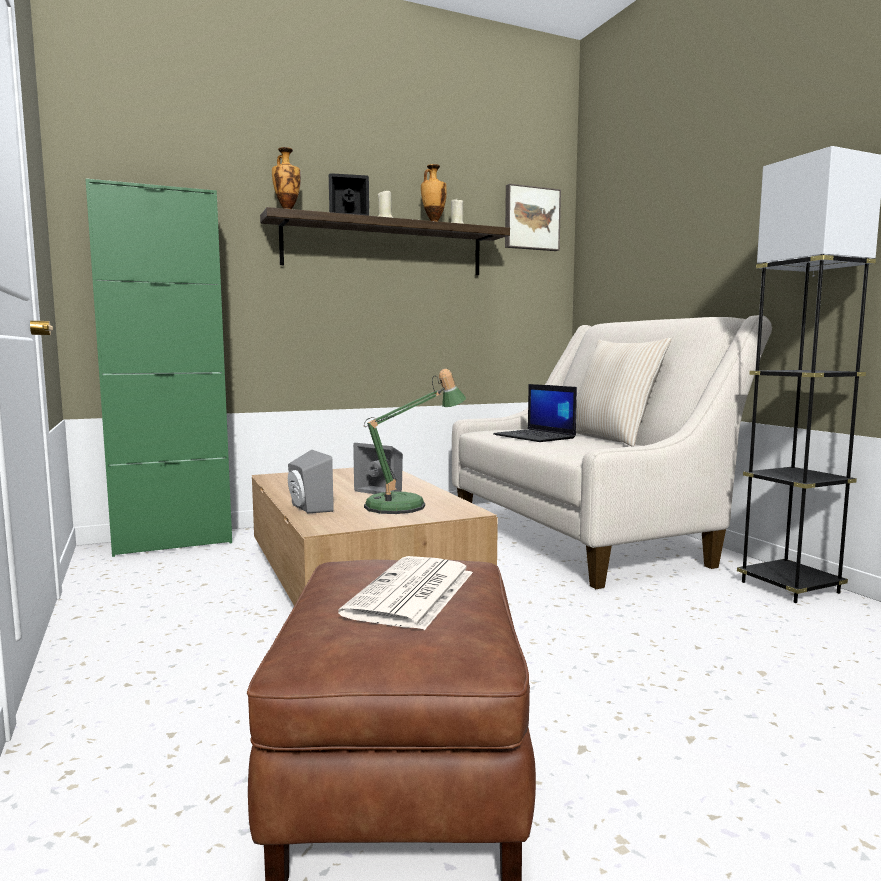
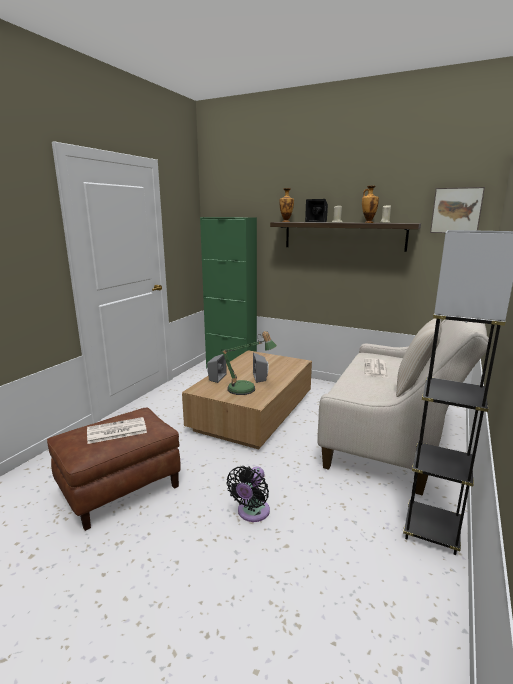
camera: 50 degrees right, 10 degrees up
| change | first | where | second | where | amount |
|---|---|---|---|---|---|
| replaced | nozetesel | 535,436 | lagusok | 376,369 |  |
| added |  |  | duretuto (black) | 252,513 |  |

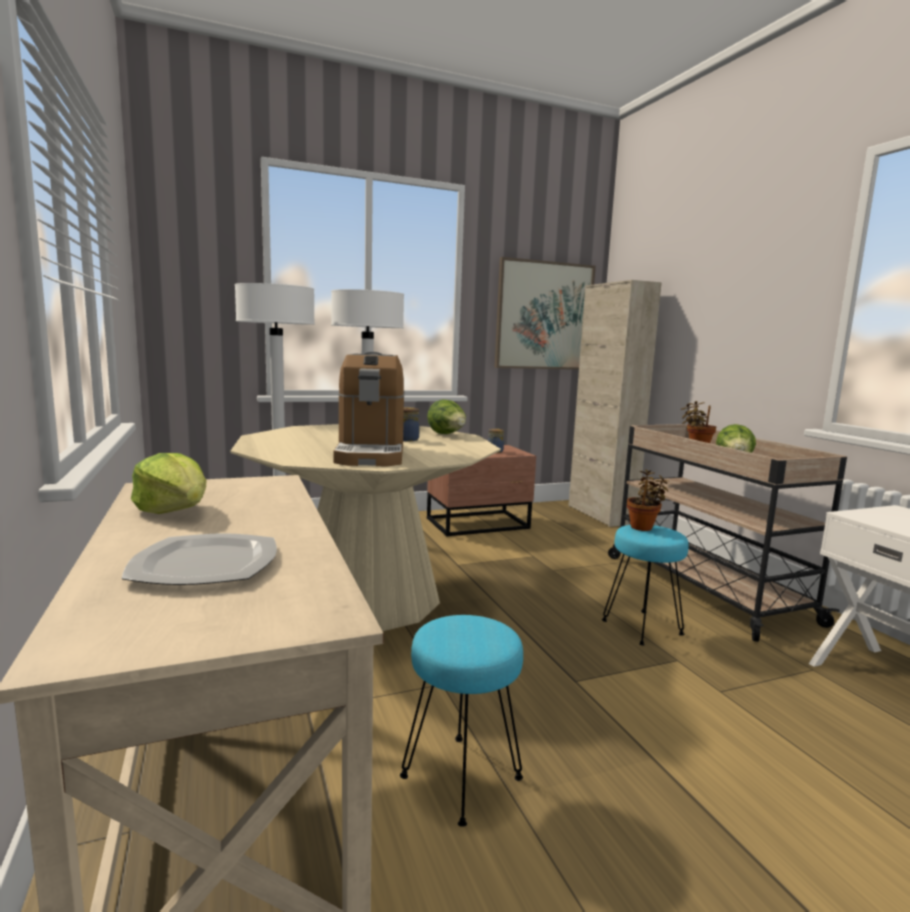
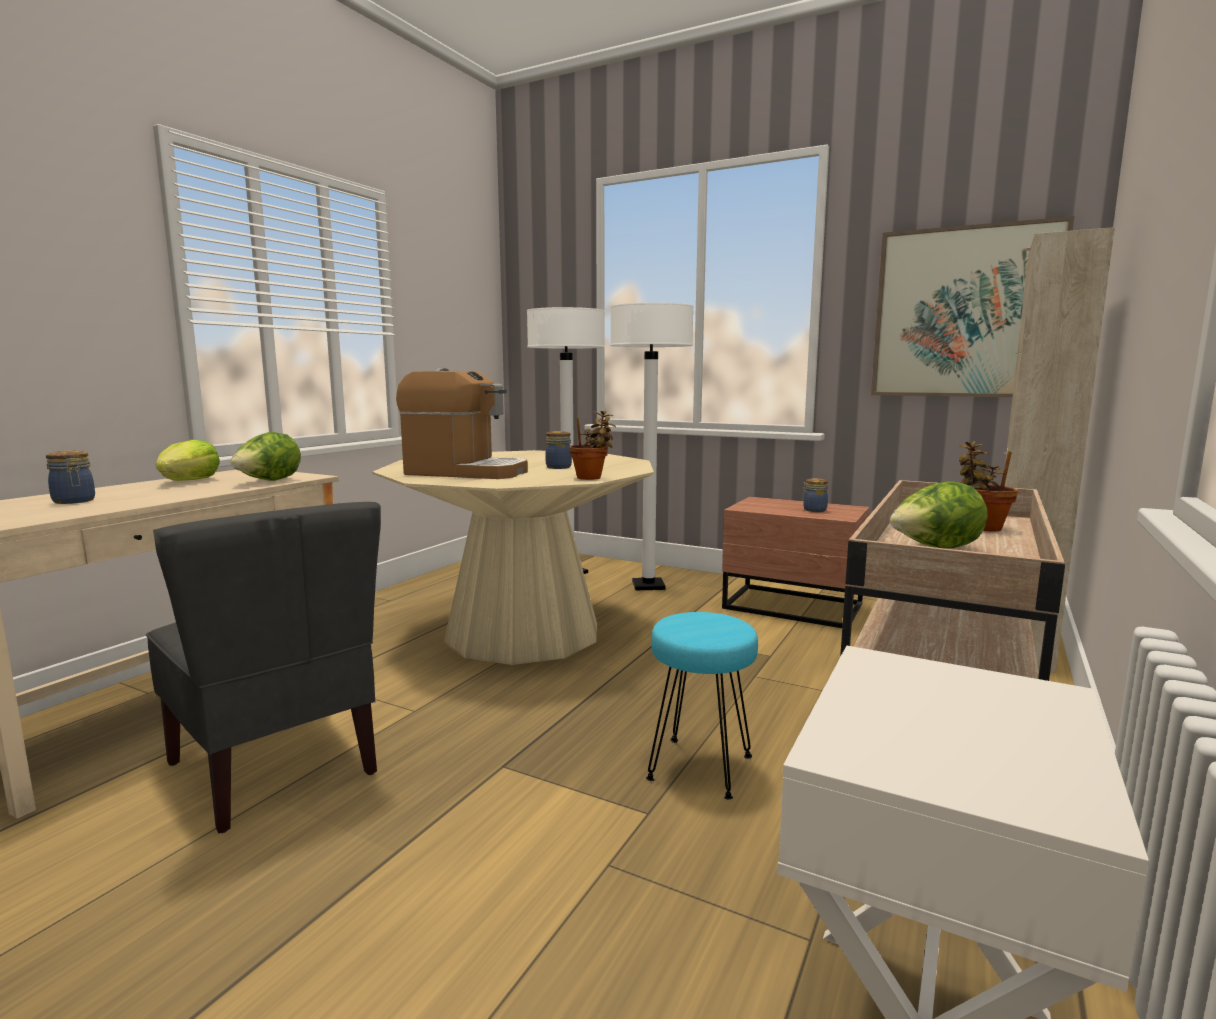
camera: 50 degrees right, 0 degrees up
| change | first | where | second | where | amount |
|---|---|---|---|---|---|
| turned | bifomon | 371,454 |  | 466,472 | 120 degrees counterclockwise |
| moved | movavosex | 447,435 |  | 268,481 |  |
| moved | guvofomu | 643,527 |  | 591,478 |  |
| replaced | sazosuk | 207,564 | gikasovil | 74,501 |  |
| replaced | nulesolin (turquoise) | 462,779 | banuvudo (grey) | 276,767 |  |

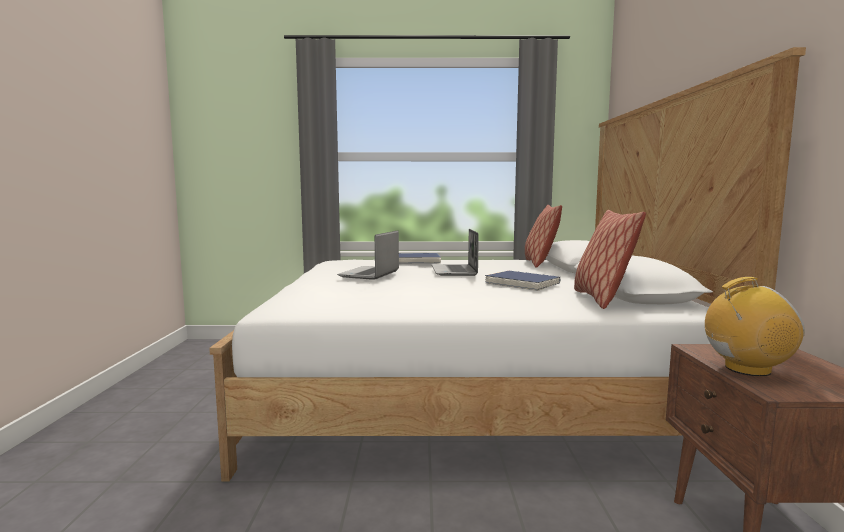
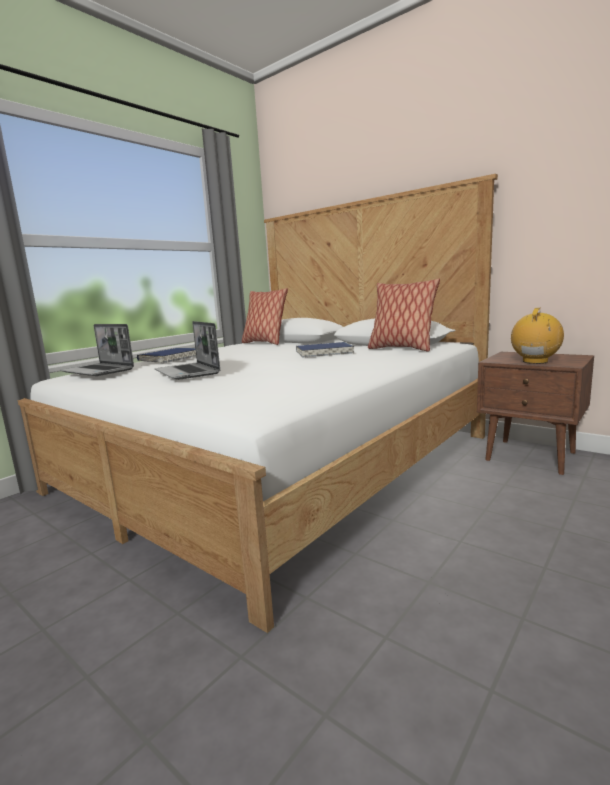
camera: 50 degrees left, 5 degrees up
| change | first | where | second | where | amount |
|---|---|---|---|---|---|
| moved | nozetesel | 455,271 |  | 99,371 |  |

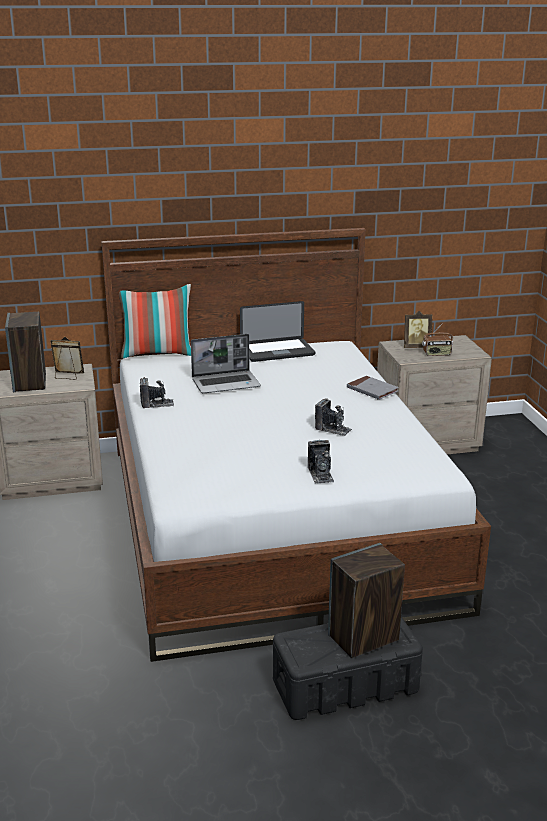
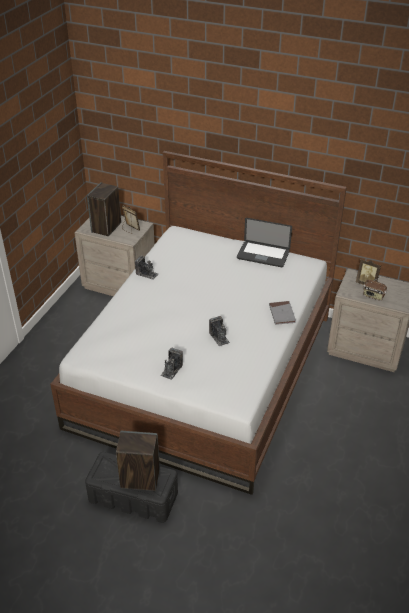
camera: 35 degrees right, 15 degrees up
| change | first | where | second | where | amount |
|---|---|---|---|---|---|
| removed | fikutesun | 157,353 |  |  |  |
| removed | nozetesel | 226,383 |  |  |  |

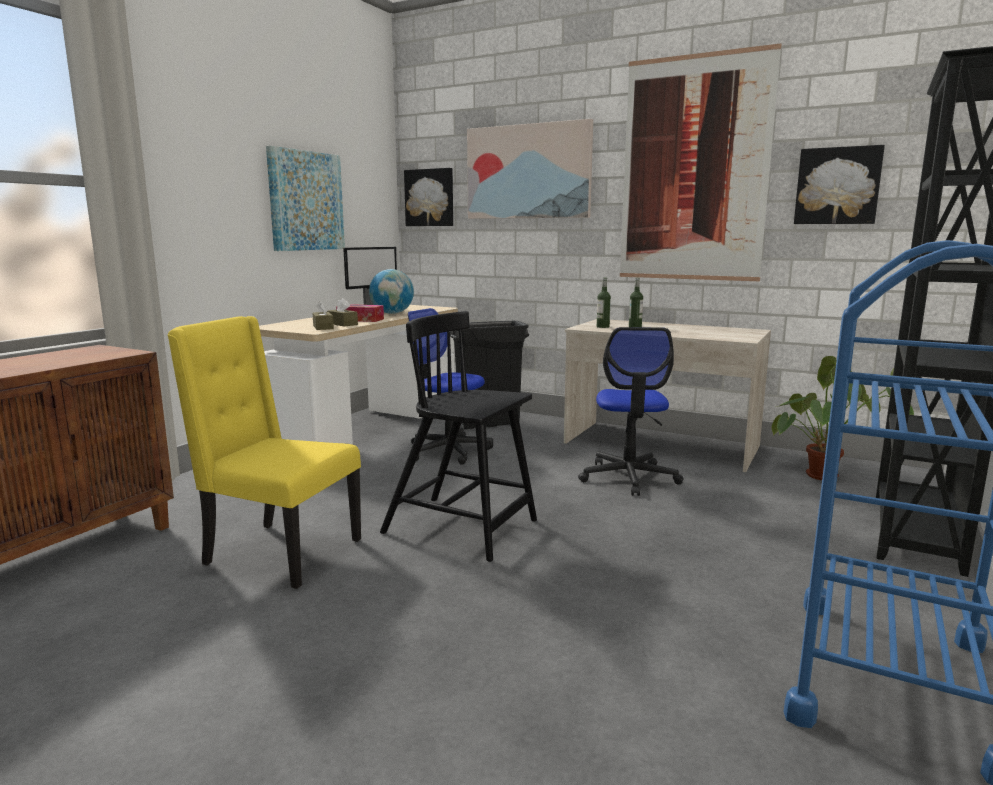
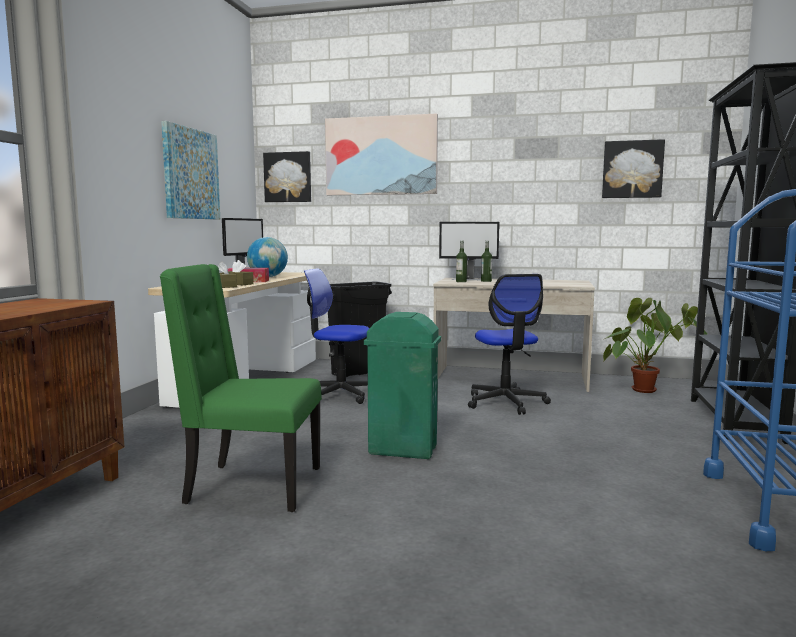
camera: 15 degrees left, 5 degrees down
| change | first | where | second | where | amount |
|---|---|---|---|---|---|
| removed | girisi | 693,170 |  |  |  |
| replaced | banuvudo (black) | 462,527 | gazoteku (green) | 402,450 |  |
| recoloured | banuvudo (yellow) | 279,553 | banuvudo (green) | 251,486 |  |
| added |  |  | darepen | 468,279 |  |

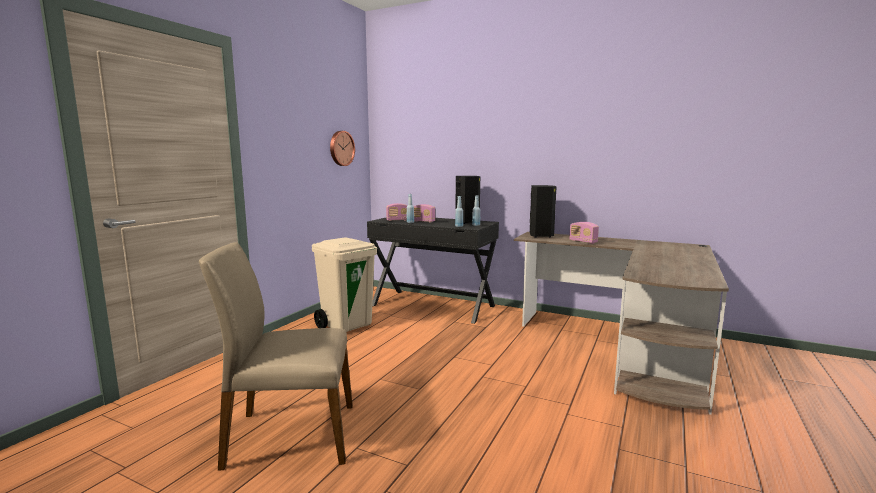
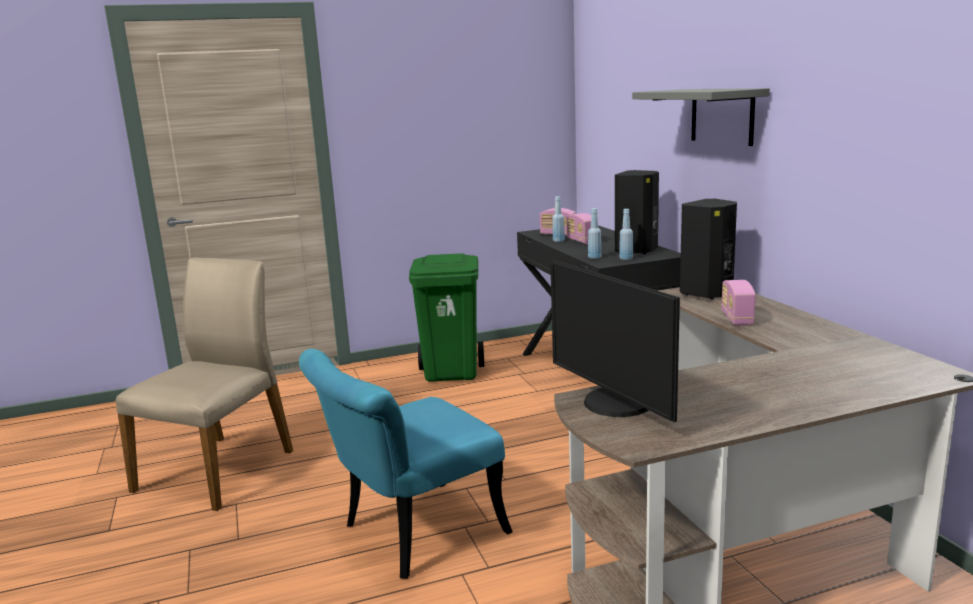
camera: 45 degrees right, 5 degrees up
| change | first | where | second | where | amount |
|---|---|---|---|---|---|
| removed | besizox | 341,148 |  |  |  |
| recoloured | gazoteku (beige) | 347,325 | gazoteku (green) | 452,373 |  |
| turned | banuvudo (beige) | 290,435 |  | 218,470 | 75 degrees clockwise |
| added |  |  | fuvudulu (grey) | 722,116 |  |
| added |  |  | darepen | 614,404 |  |
| added |  |  | banuvudo (turquoise) | 410,535 |  |

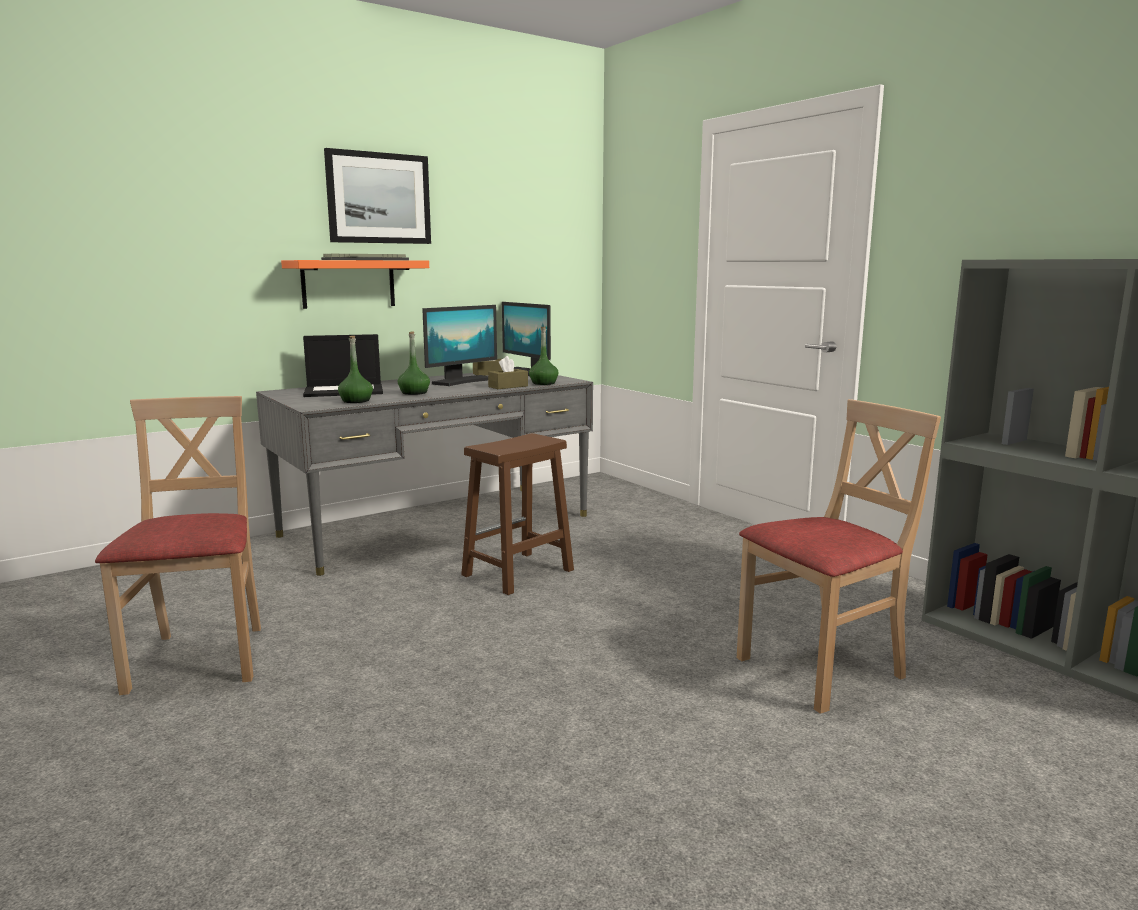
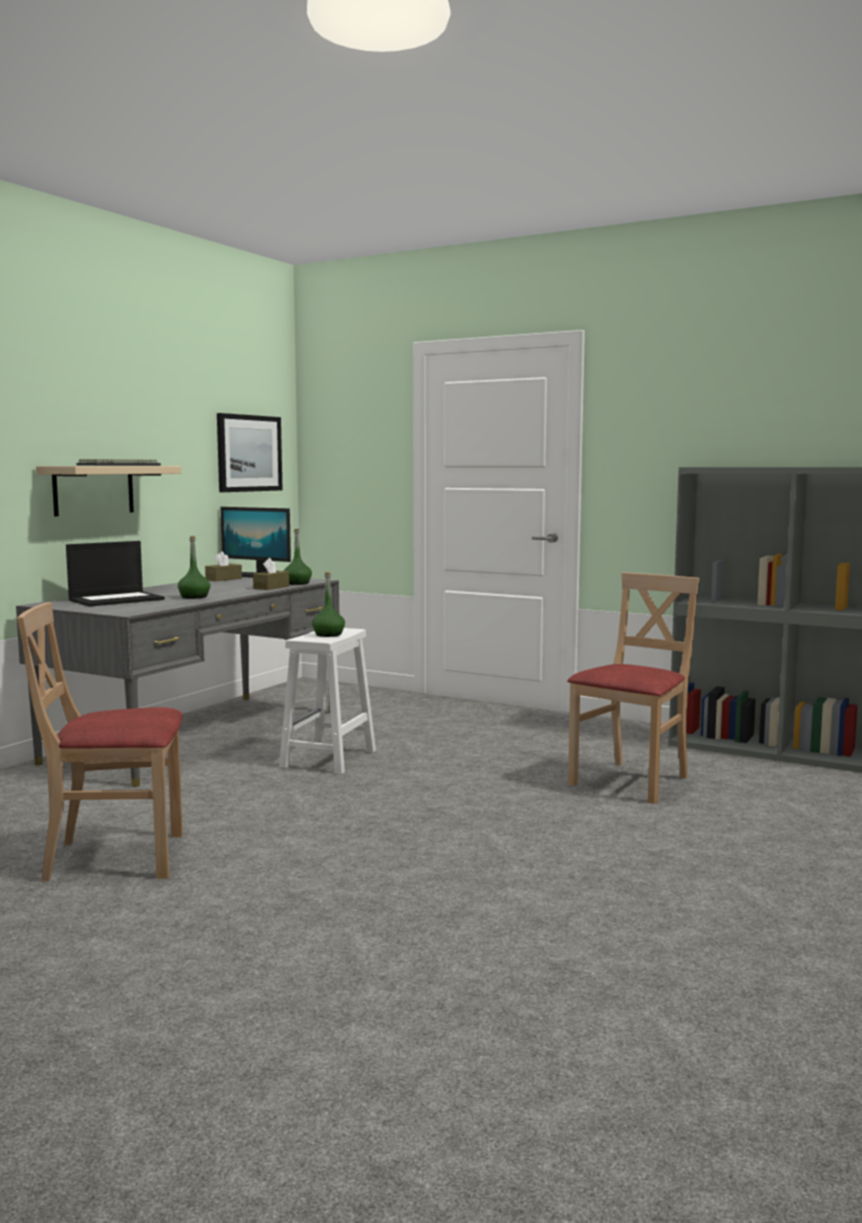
camera: 25 degrees left, 5 degrees down
| change | first | where | second | where | amount |
|---|---|---|---|---|---|
| moved | girisi | 379,198 |  | 249,453 |  |
| recoloured | fuvudulu (orange) | 348,284 | fuvudulu (beige) | 93,490 |  |
| removed | darepen | 461,381 |  |  |  |
| moved | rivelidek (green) | 356,401 |  | 328,635 |  |
| turned | banuvudo (beige) | 200,658 |  | 116,857 | 60 degrees counterclockwise |
| recoloured | nulesolin (brown) | 517,573 | nulesolin (white) | 328,759 |  |

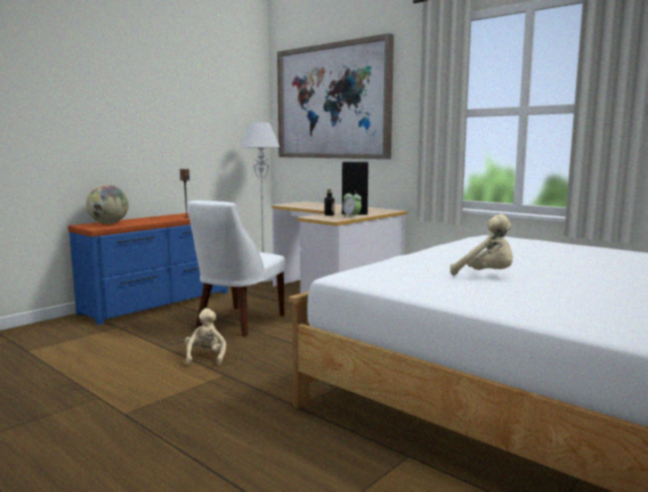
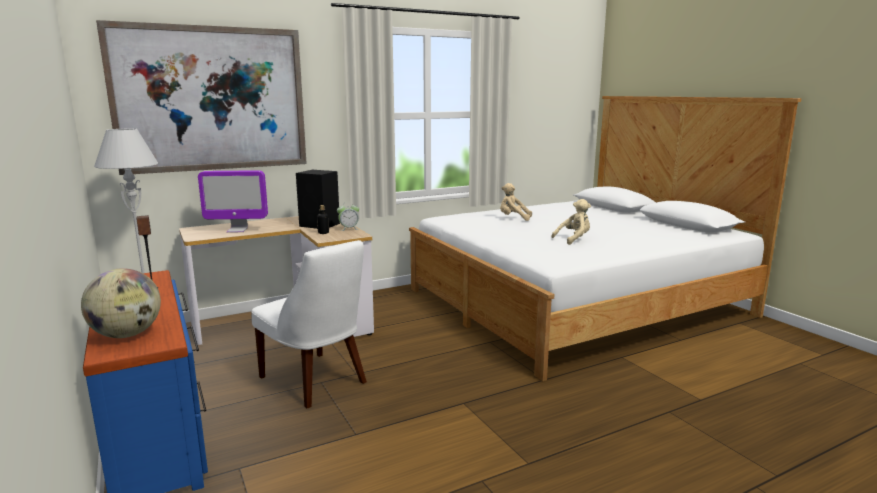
camera: 70 degrees left, 5 degrees up
| change | first | where | second | where | amount |
|---|---|---|---|---|---|
| moved | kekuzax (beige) | 206,357 |  | 513,218 |  |
| added |  |  | darepen | 237,230 |  |

